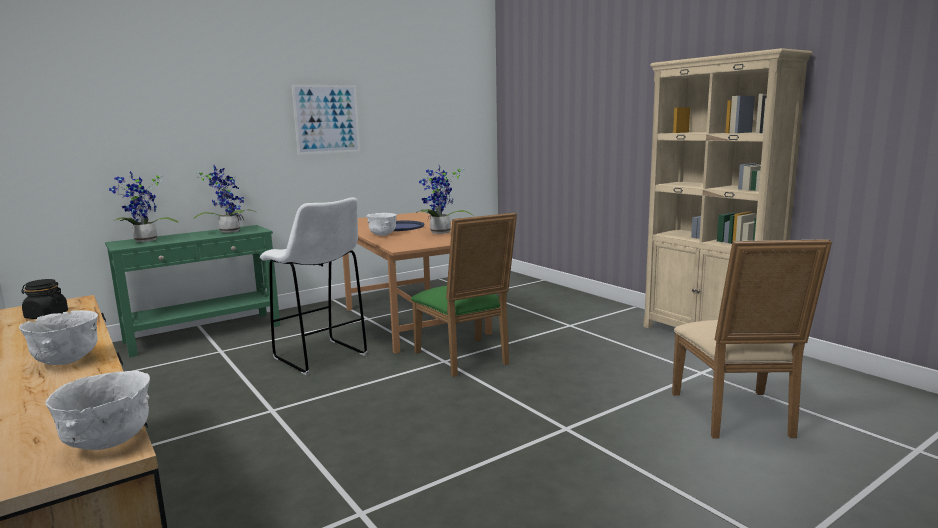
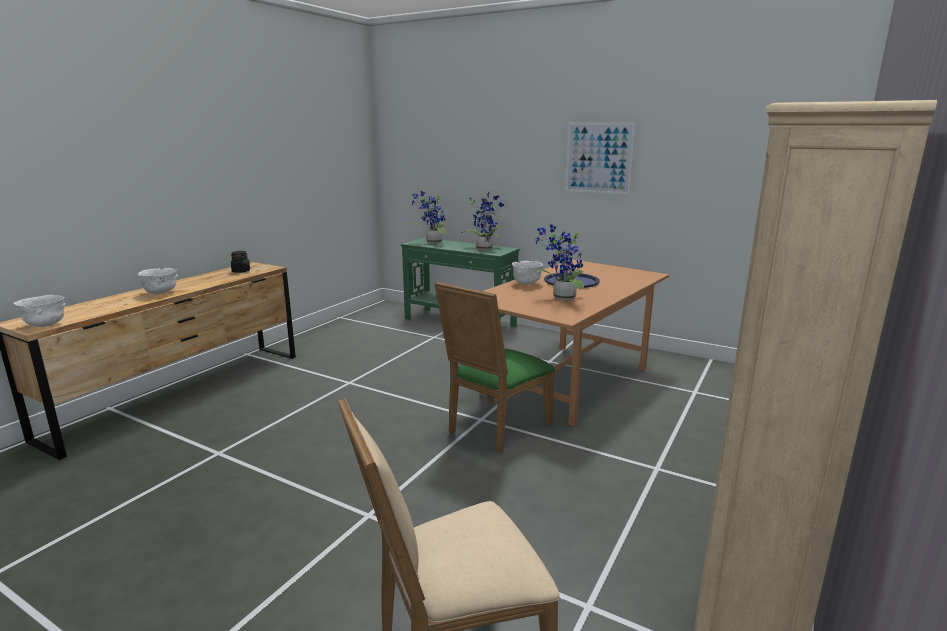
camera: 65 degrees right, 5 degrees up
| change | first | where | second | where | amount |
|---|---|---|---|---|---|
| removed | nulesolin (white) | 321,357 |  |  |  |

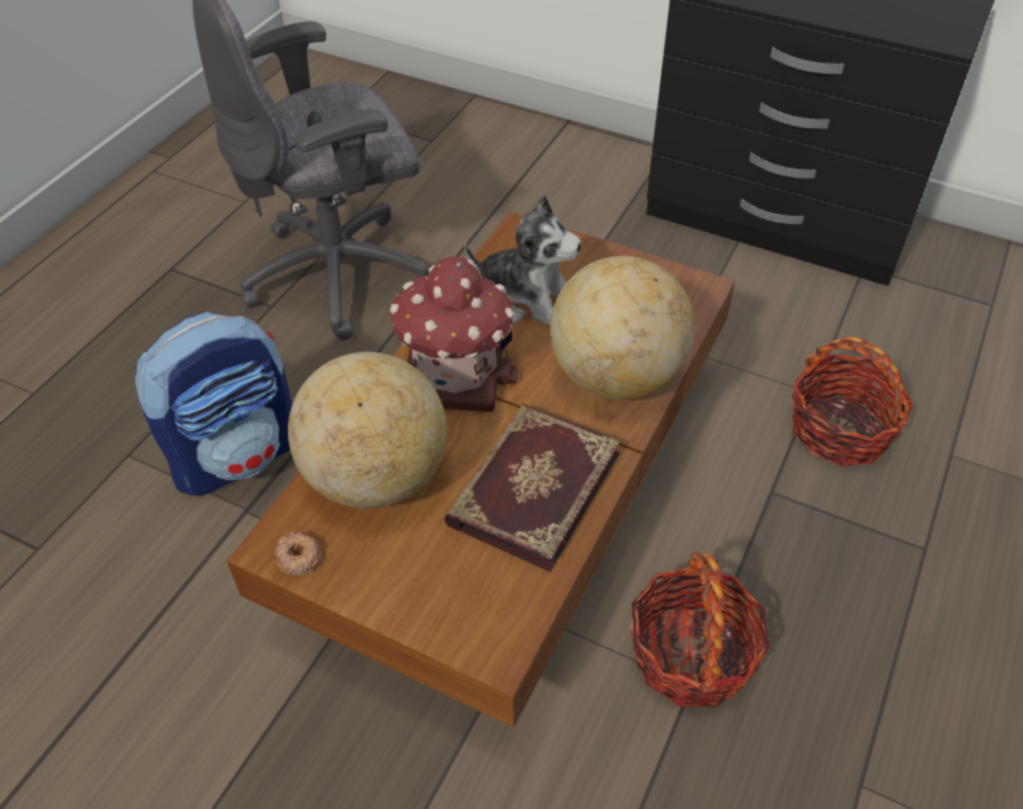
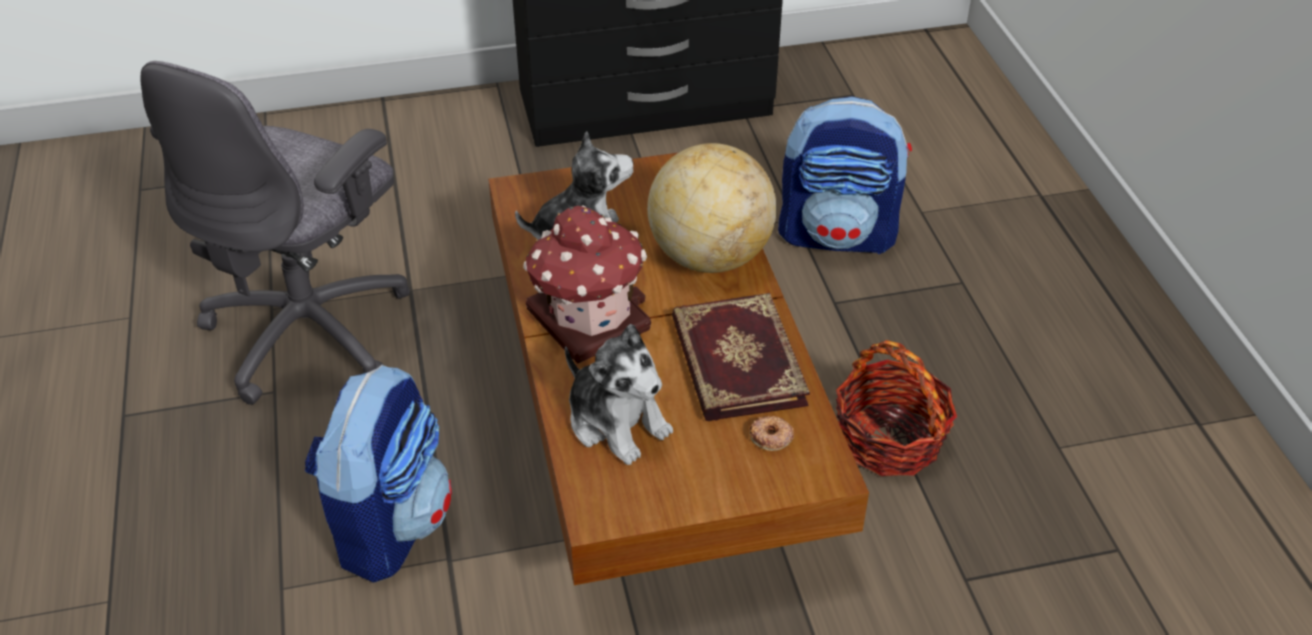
camera: 40 degrees left, 5 degrees down
| change | first | where | second | where | amount |
|---|---|---|---|---|---|
| replaced | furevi | 840,430 | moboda | 838,235 |  |
| replaced | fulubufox | 377,477 | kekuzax | 617,422 |  |
| moved | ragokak | 298,557 |  | 771,437 |  |

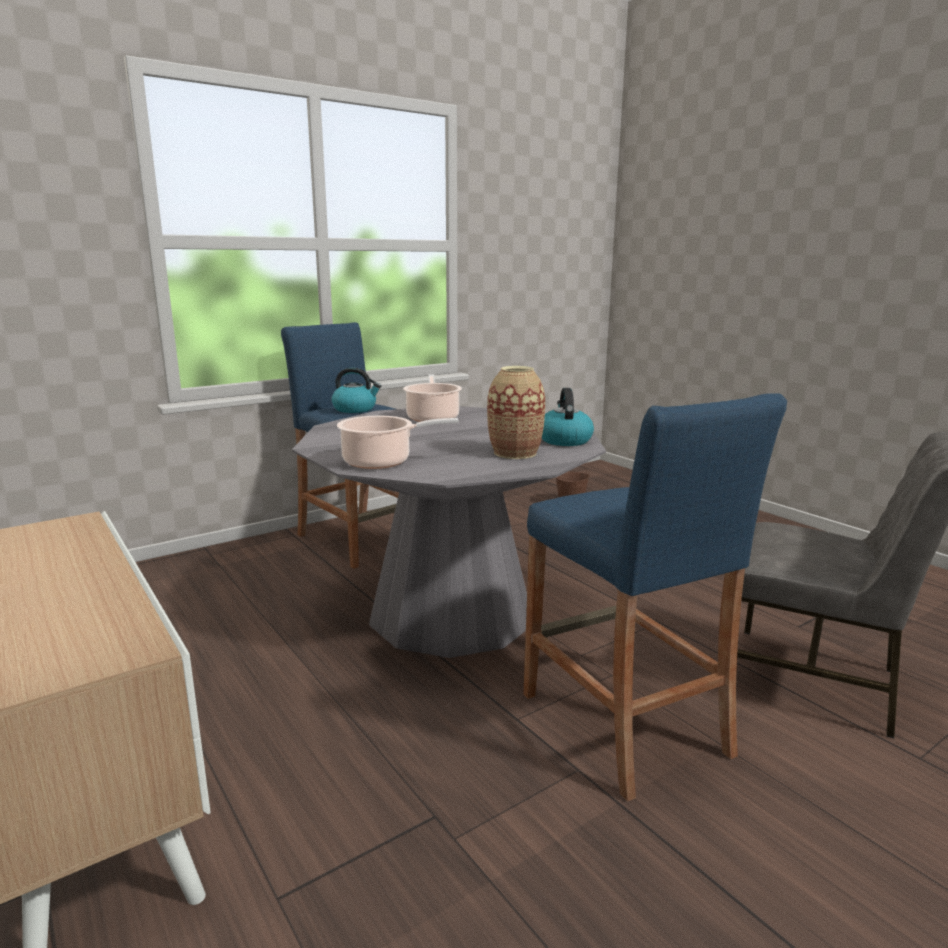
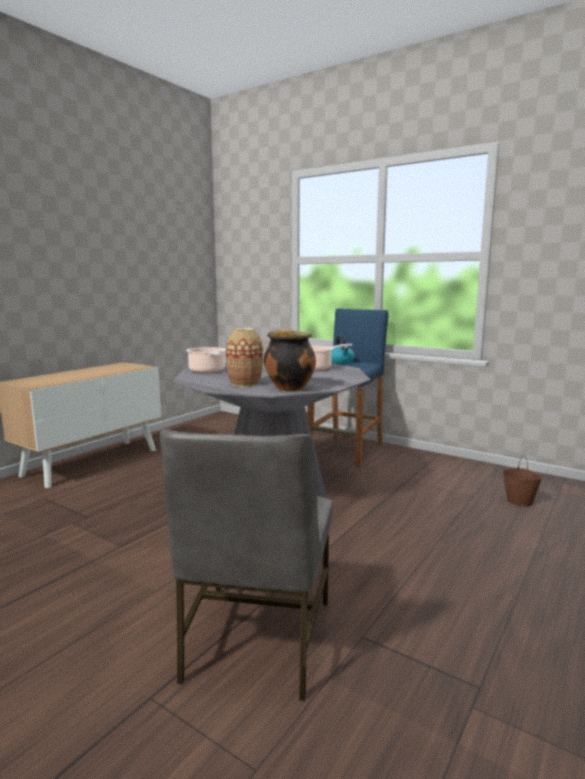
camera: 70 degrees right, 5 degrees down
| change | first | where | second | where | amount |
|---|---|---|---|---|---|
| replaced | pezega | 564,440 | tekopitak | 289,388 |  |
| removed | nulesolin (blue) | 623,723 |  |  |  |

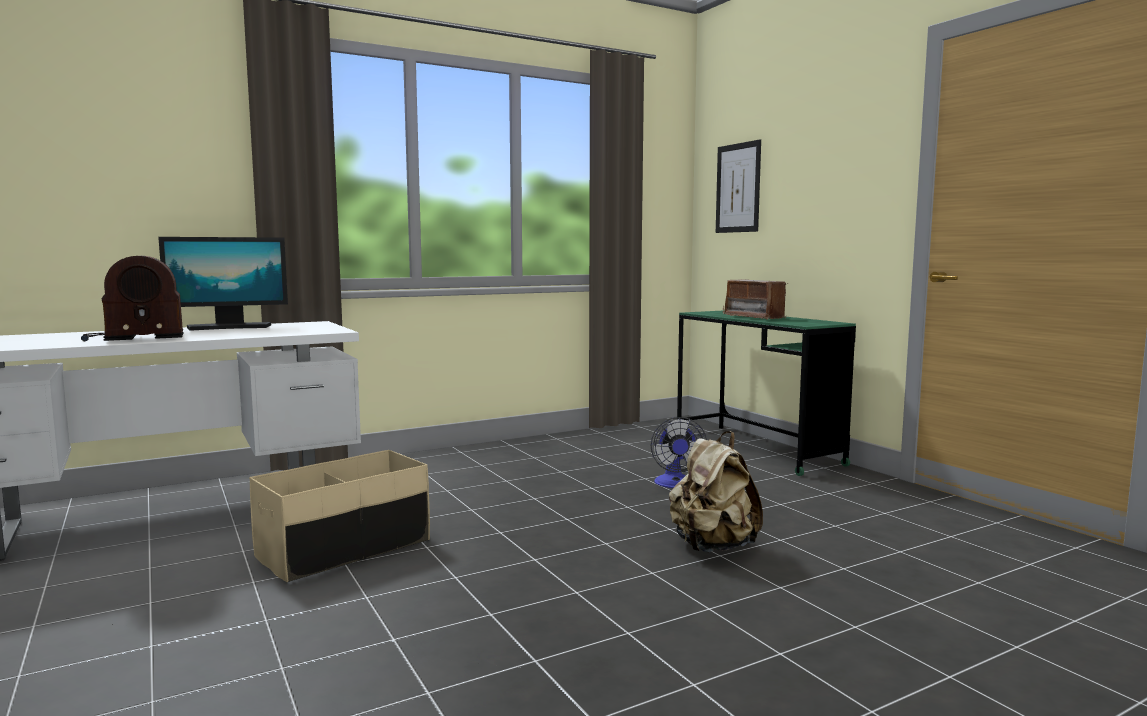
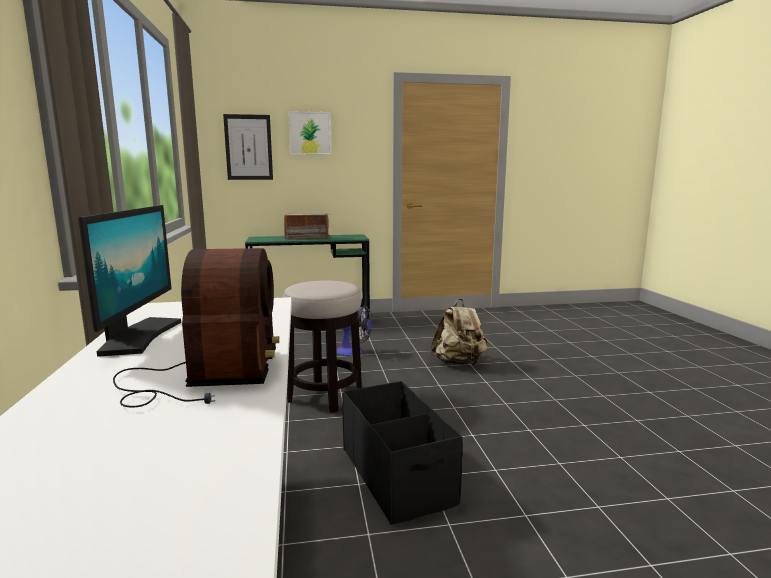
camera: 70 degrees left, 5 degrees up
| change | first | where | second | where | amount |
|---|---|---|---|---|---|
| recoloured | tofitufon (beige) | 345,549 | tofitufon (black) | 397,475 |  |
| added |  |  | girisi | 310,133 |  |
| added |  |  | nulesolin | 325,396 |  |

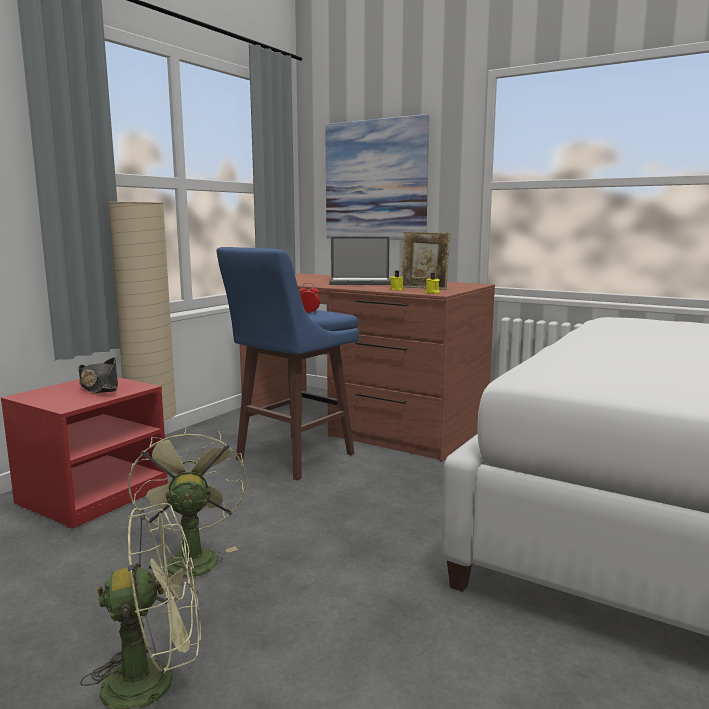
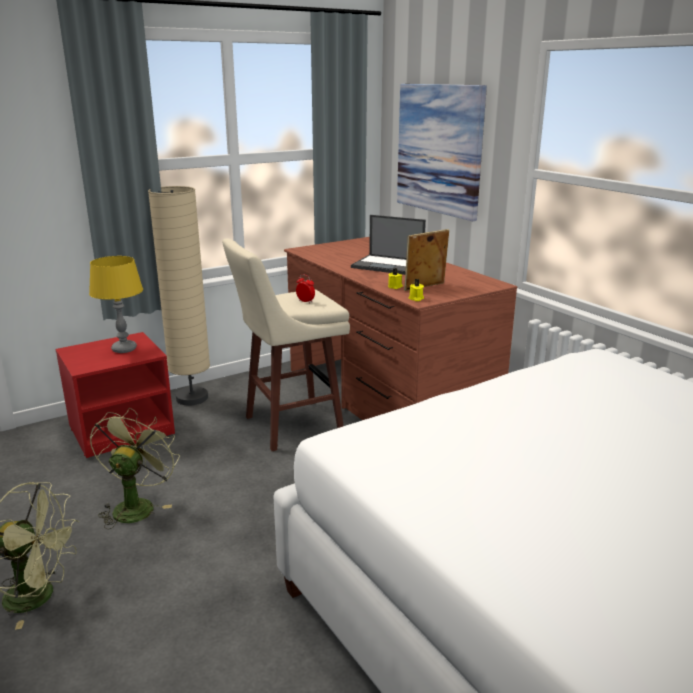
camera: 25 degrees right, 10 degrees up
| change | first | where | second | where | amount |
|---|---|---|---|---|---|
| turned | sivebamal | 424,288 |  | 425,287 | 105 degrees clockwise |
| recoloured | nulesolin (blue) | 292,457 | nulesolin (beige) | 290,425 |  |
| replaced | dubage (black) | 99,387 | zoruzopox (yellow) | 124,349 |  |

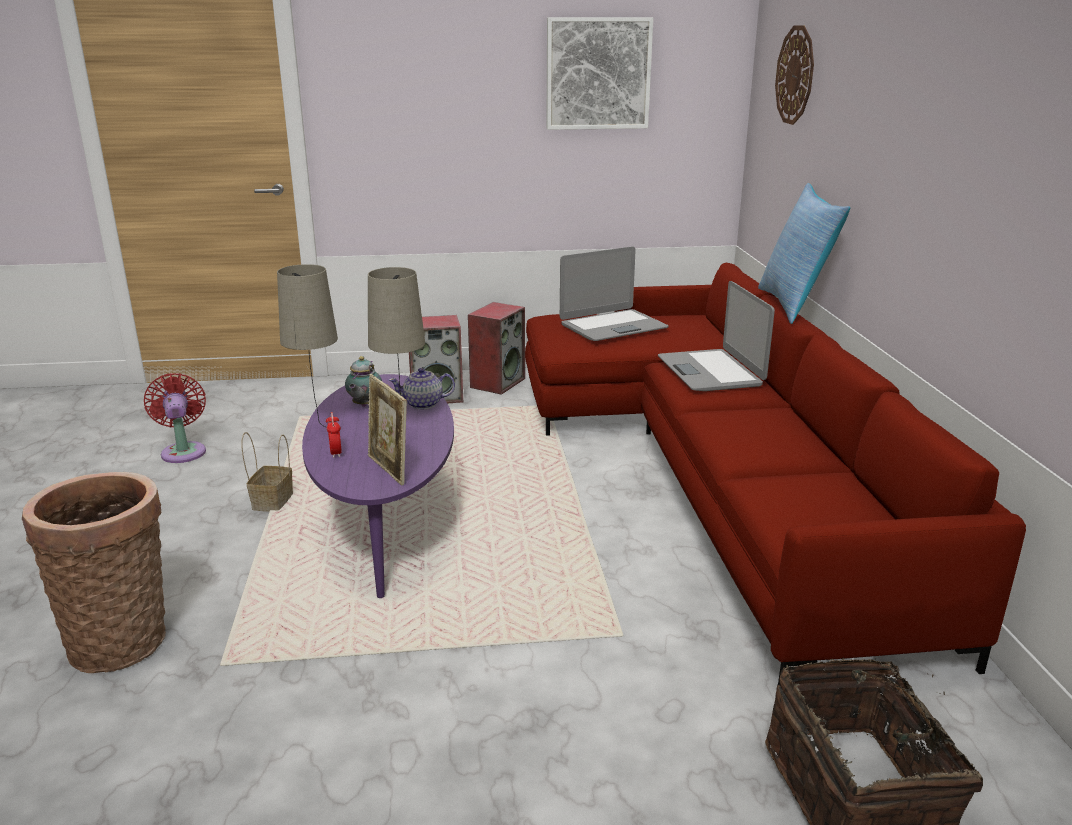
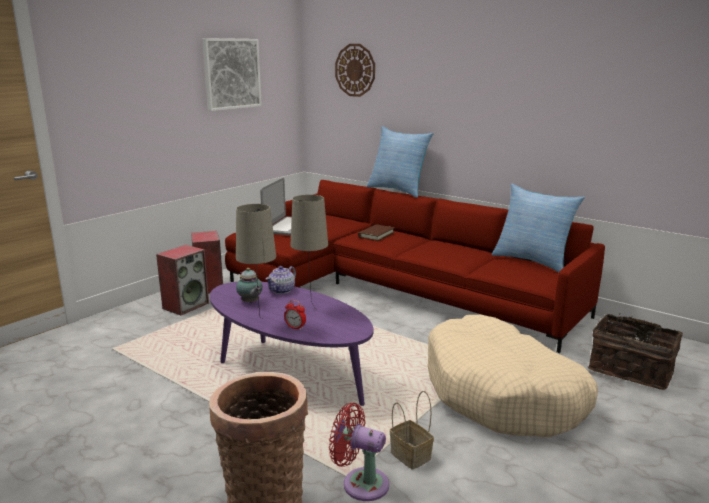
camera: 45 degrees left, 5 degrees down
| change | first | where | second | where | amount |
|---|---|---|---|---|---|
| replaced | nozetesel | 710,371 | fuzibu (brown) | 376,235 |  |
| moved | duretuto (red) | 183,451 |  | 361,483 |  |
| removed | sivebamal | 389,469 |  |  |  |
| moved | furevi | 272,501 |  | 409,455 |  |
| added |  |  | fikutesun | 532,261 |  |
| added |  |  | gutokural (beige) | 502,394 |  |

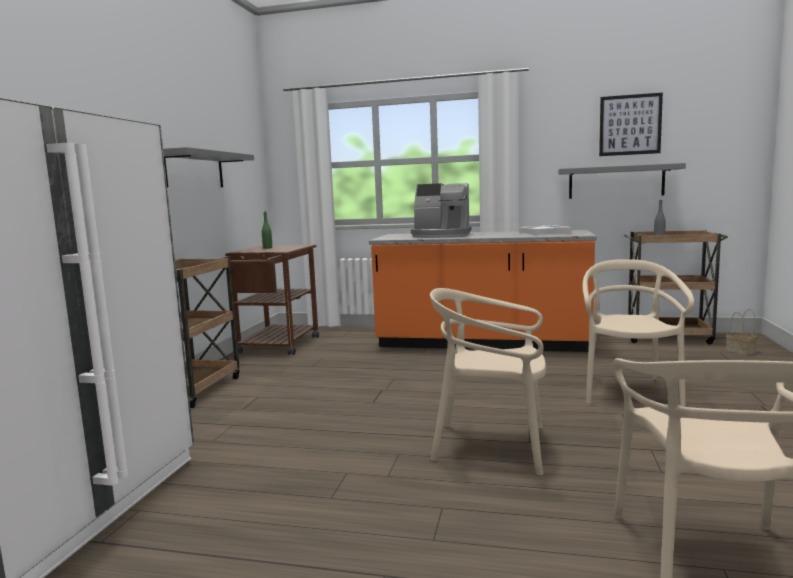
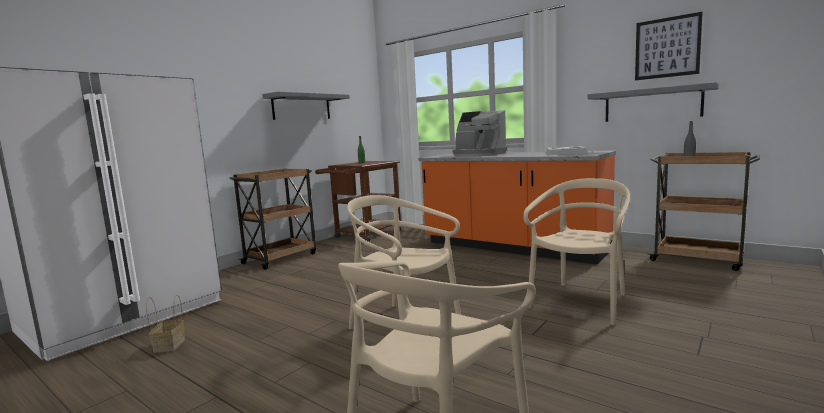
camera: 25 degrees right, 0 degrees up
| change | first | where | second | where | amount |
|---|---|---|---|---|---|
| moved | furevi | 741,351 |  | 169,346 |  |

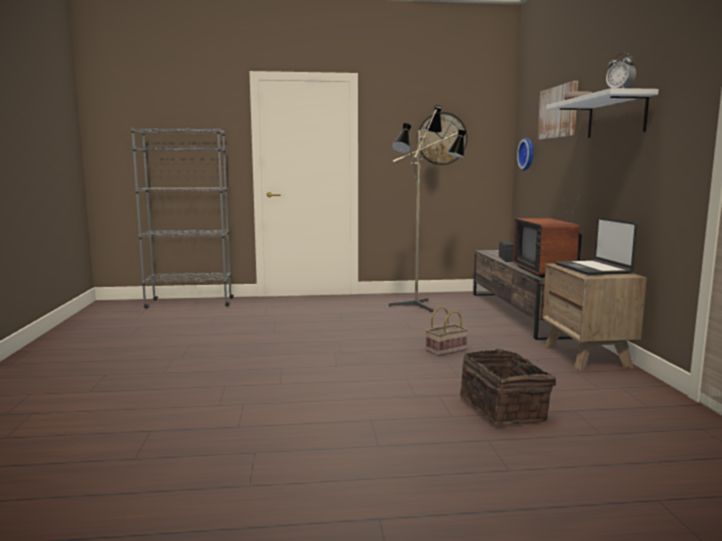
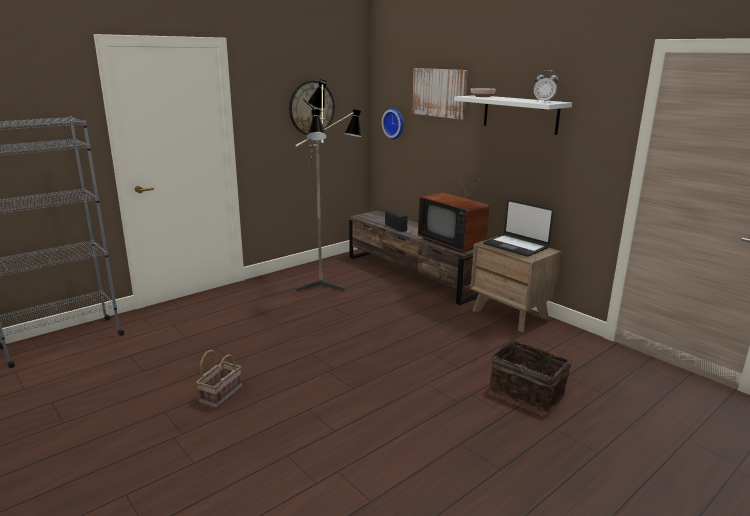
camera: 35 degrees left, 10 degrees up
| change | first | where | second | where | amount |
|---|---|---|---|---|---|
| moved | furevi | 446,350 |  | 221,394 |  |

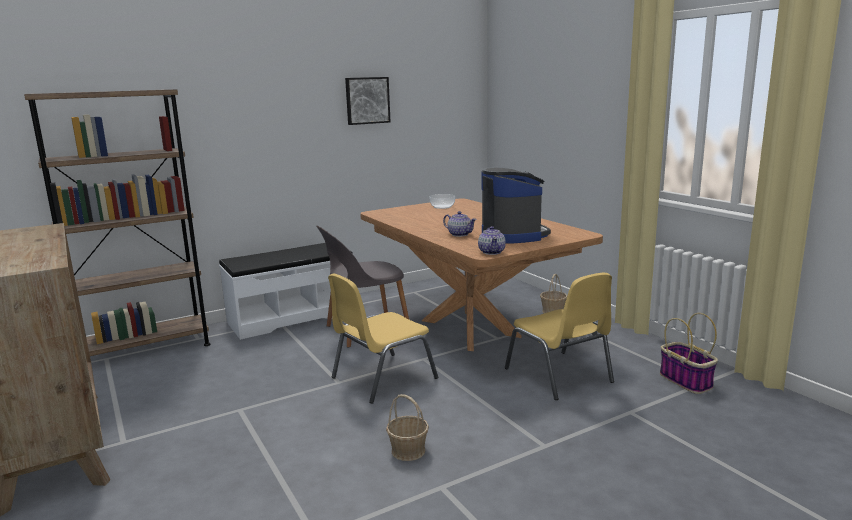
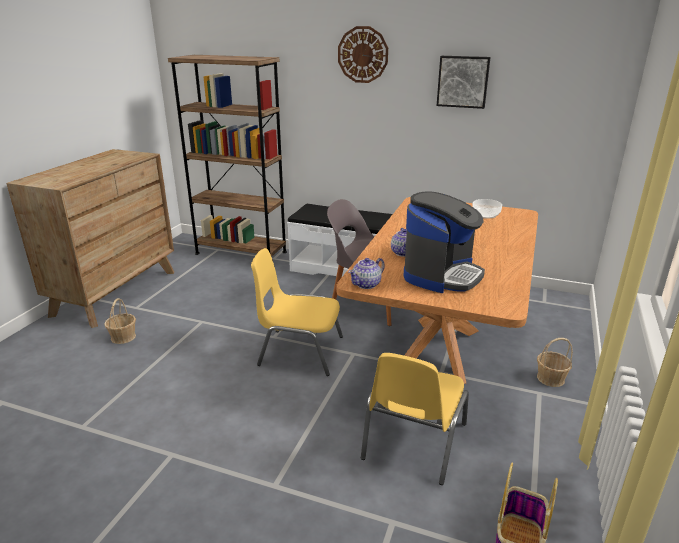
camera: 50 degrees right, 10 degrees up
| change | first | where | second | where | amount |
|---|---|---|---|---|---|
| moved | furevi | 408,450 |  | 123,337 |  |
| added |  |  | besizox | 363,54 |  |

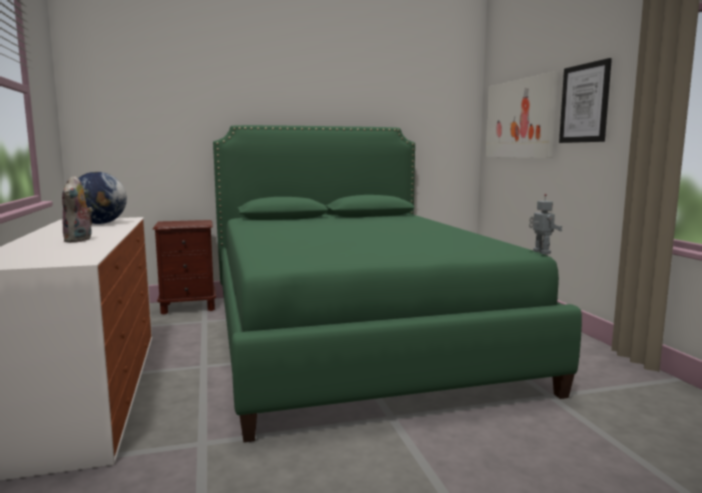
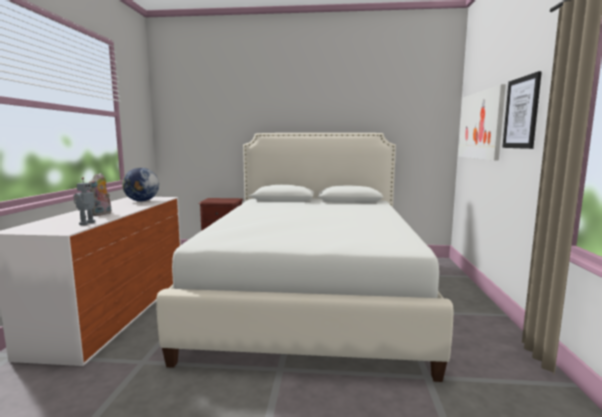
camera: 20 degrees right, 0 degrees up
| change | first | where | second | where | amount |
|---|---|---|---|---|---|
| recoloured | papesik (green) | 354,336 | papesik (white) | 312,295 |  |
| moved | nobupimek | 540,252 |  | 86,223 |  |

